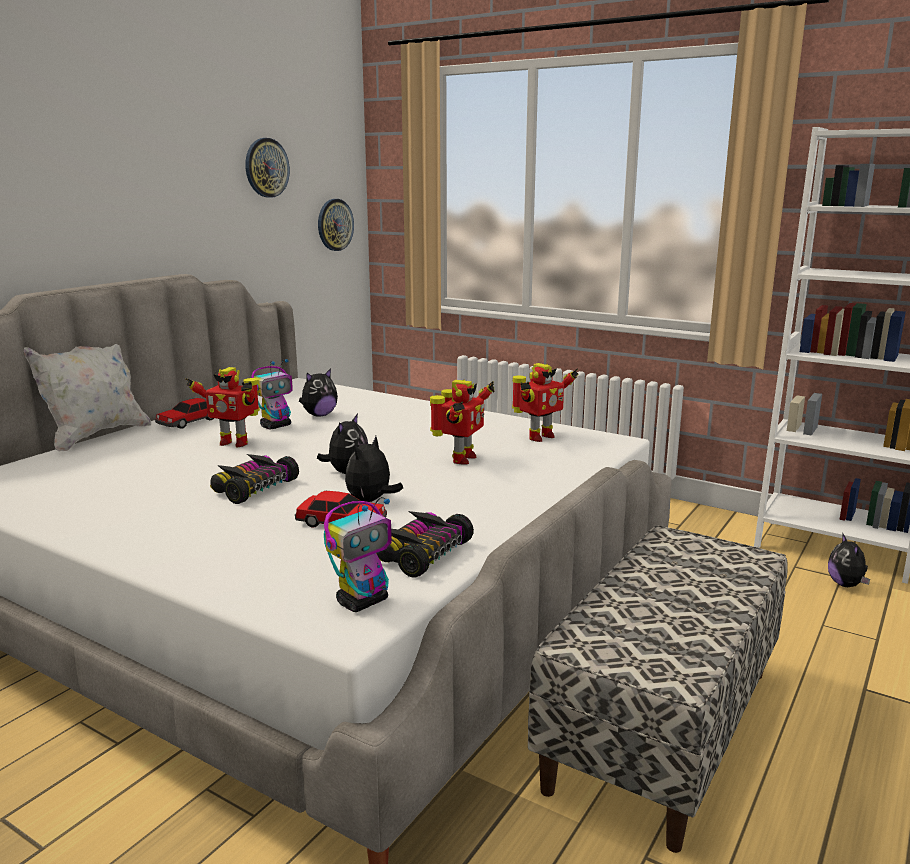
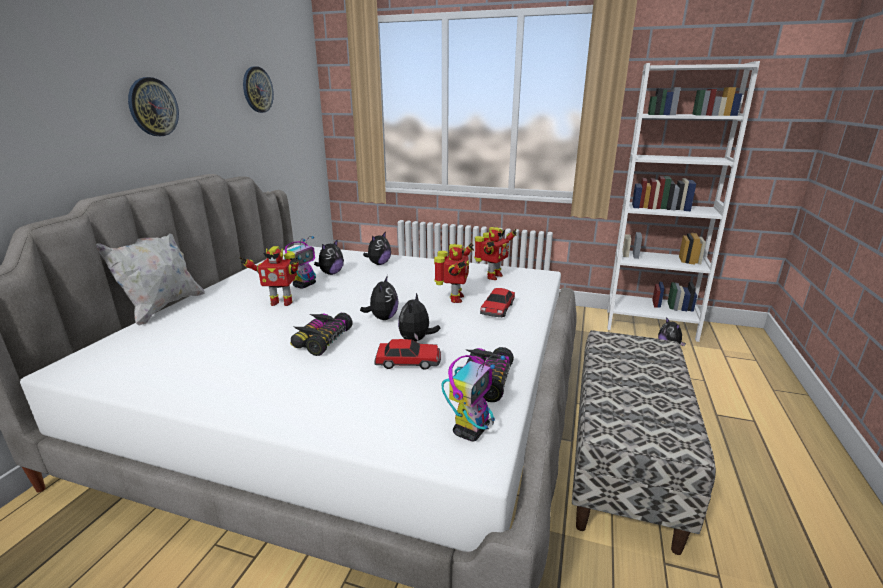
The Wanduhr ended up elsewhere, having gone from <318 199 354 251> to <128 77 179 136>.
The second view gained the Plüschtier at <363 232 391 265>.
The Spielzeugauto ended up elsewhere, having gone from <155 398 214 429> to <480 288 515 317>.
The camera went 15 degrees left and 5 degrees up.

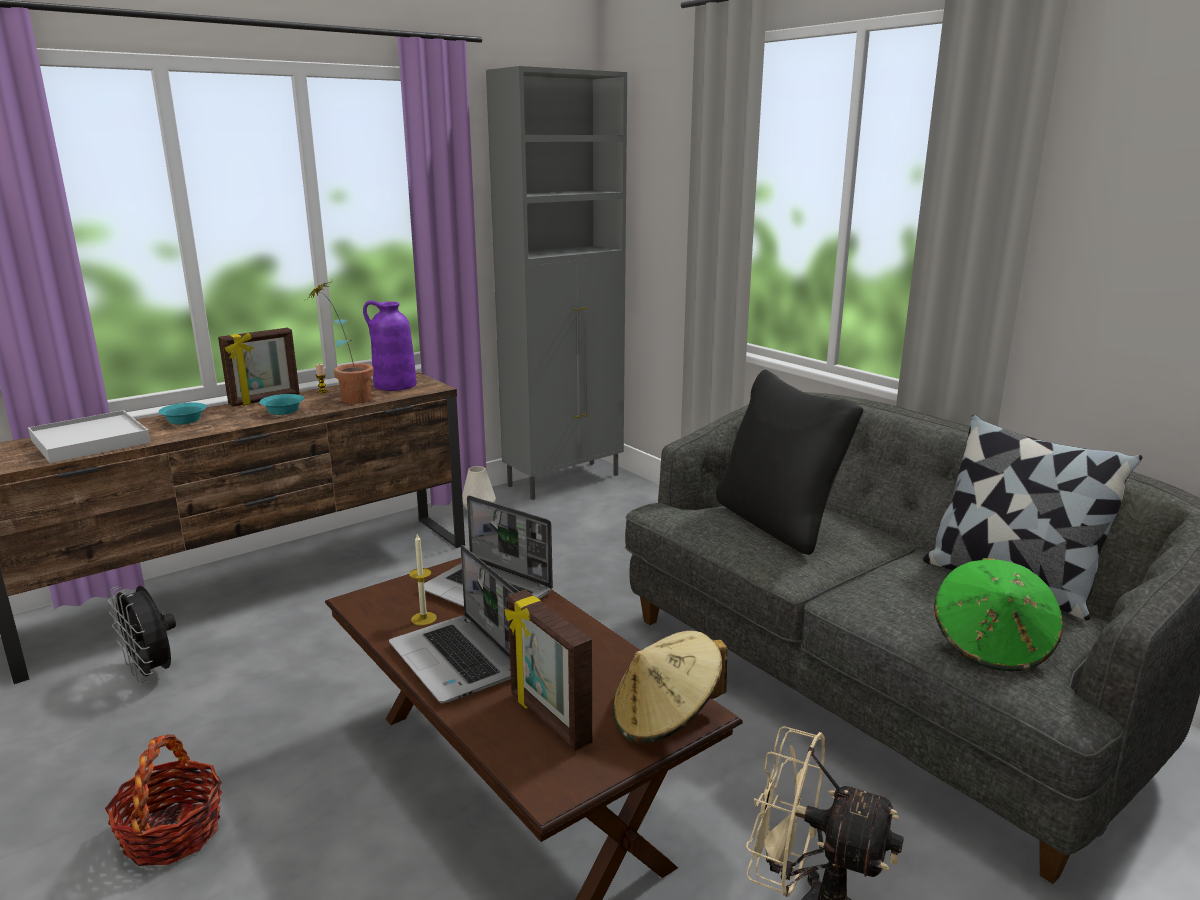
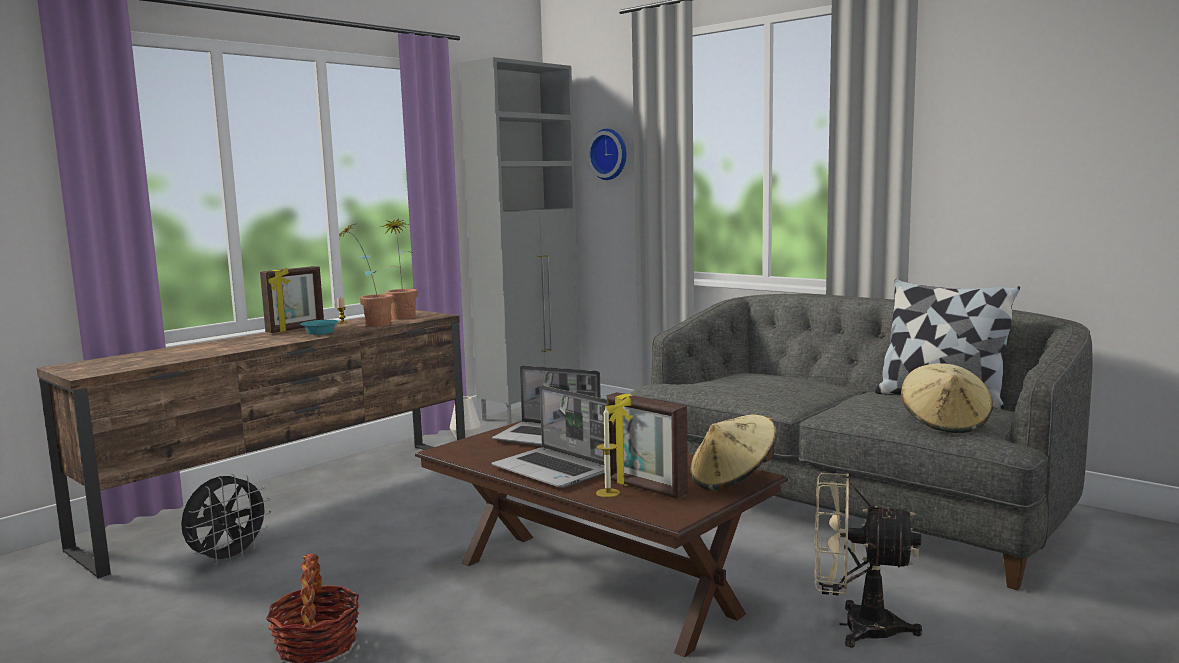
The Ventilator (schwarz) at <108 586 176 684> ended up facing another way, 90 degrees counterclockwise from before.
Where the Vase (lila) stood at <363 300 416 391>, the Topfpflanze came to stand at <380 218 418 320>.
The second view gained the Wanduhr at <587 129 626 180>.
The Kerze ended up elsewhere, having gone from <409 534 437 626> to <596 407 620 497>.
What was the Hut (grün) at <934 558 1063 671> turned into the Hut (beige) at <901 363 993 433>.
The second view lost the Tablett (weiß) at <28 410 151 463>.
The second view lost the Schüssel (türkis) at <158 402 207 424>.
The second view lost the Kissen (schwarz) at <716 370 863 555>.
The camera went 10 degrees left and 10 degrees down.

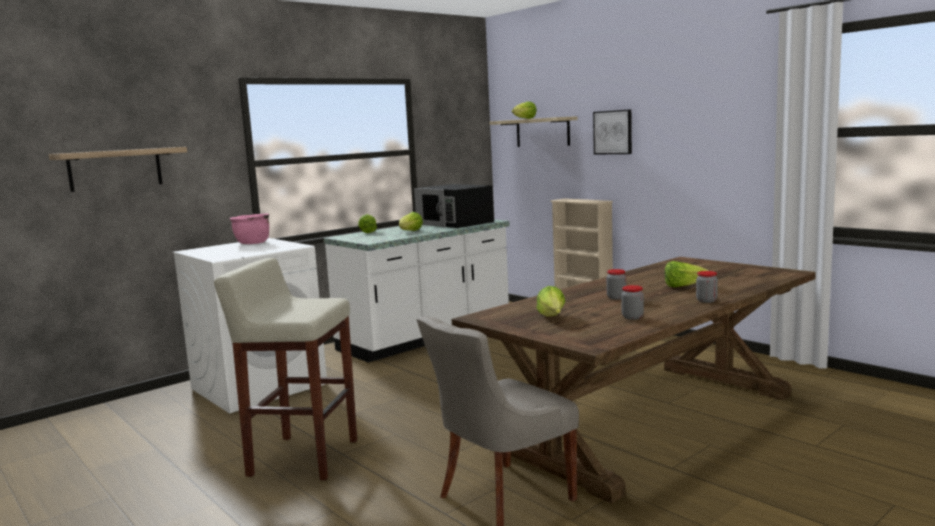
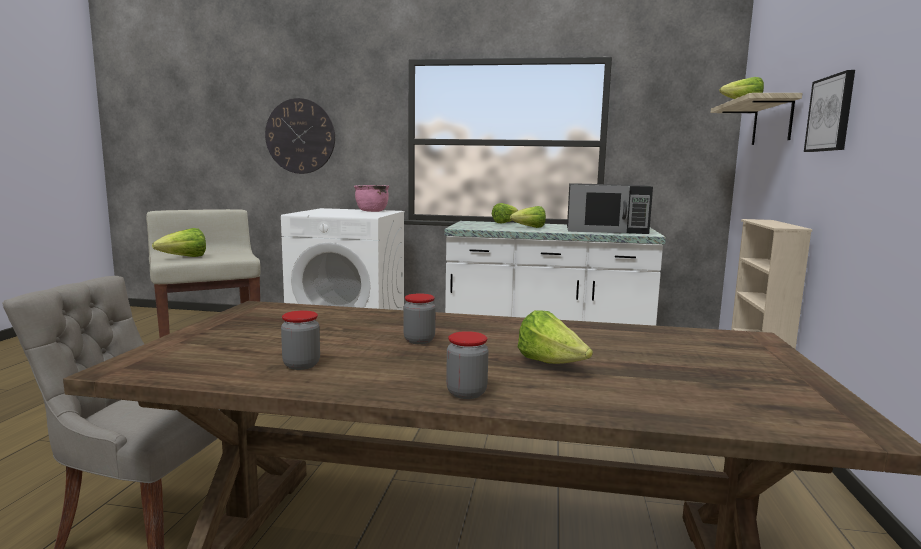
The Salatkopf ended up elsewhere, having gone from <536 286 565 317> to <152 228 206 257>.
Where the Wandregal hung at <49 147 187 192>, the Wanduhr came to hang at <265 98 335 174>.
The Mikrowelle (schwarz) at <414 184 494 228> ended up facing another way, 90 degrees counterclockwise from before.
The camera went 50 degrees right and 0 degrees up.

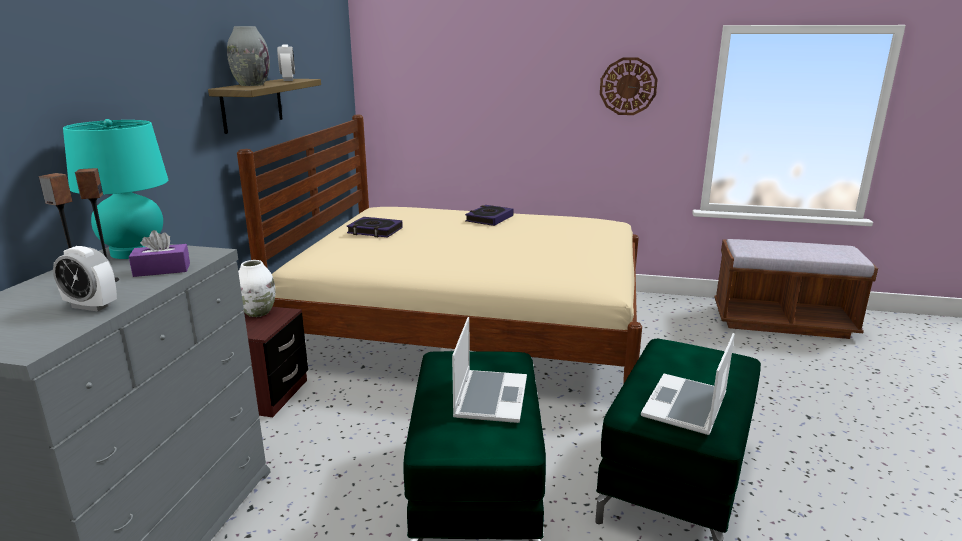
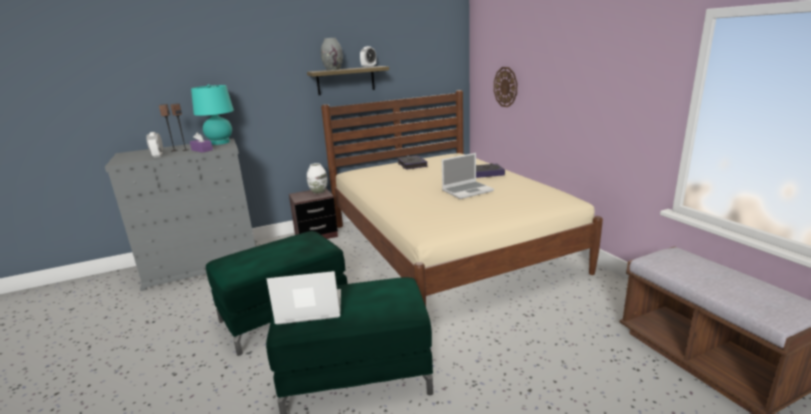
The Laptop ended up elsewhere, having gone from <452 317 527 423> to <442 153 494 199>.
The Wanduhr ended up elsewhere, having gone from <600 57 658 115> to <494 67 517 107>.
The camera went 55 degrees right and 0 degrees up.

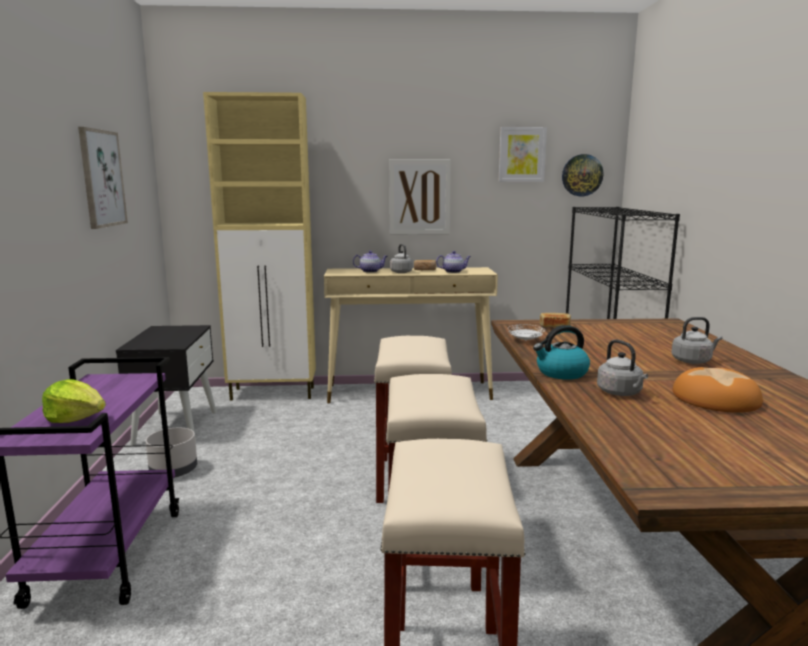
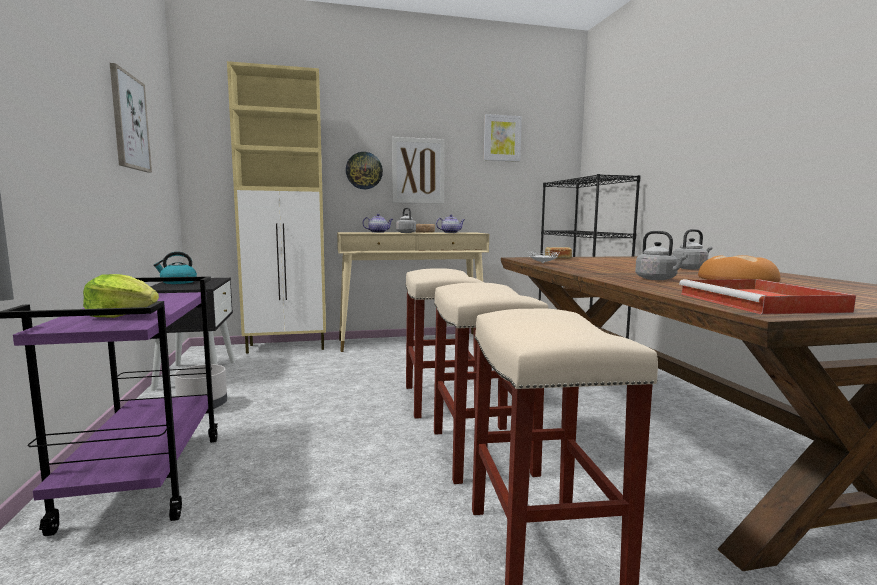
The Wasserkessel ended up elsewhere, having gone from <533 325 590 380> to <153 251 197 284>.
The Wanduhr ended up elsewhere, having gone from <562 154 603 196> to <346 152 383 189>.
The second view gained the Tablett (rot) at <679 279 856 314>.
The camera went 10 degrees left and 5 degrees down.

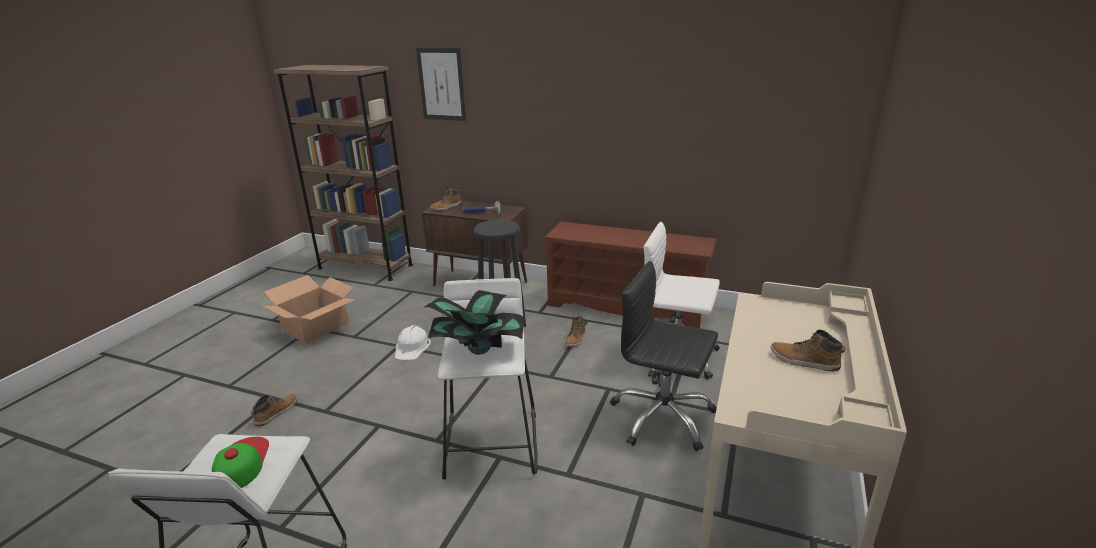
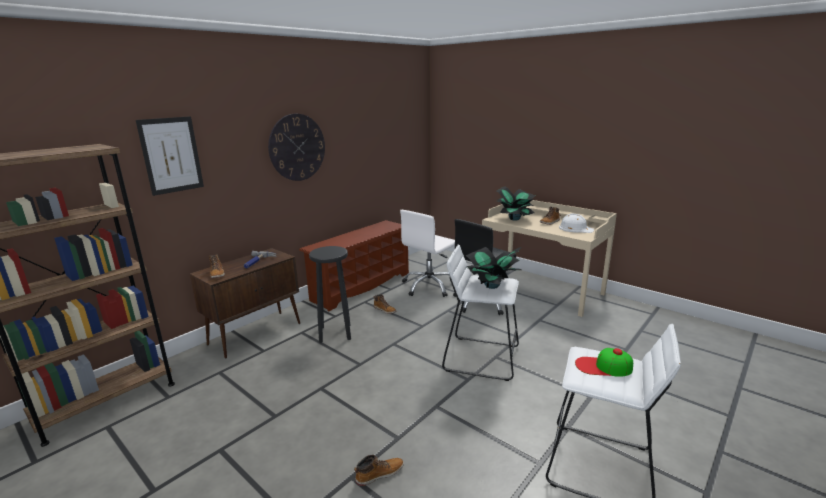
The second view gained the Wanduhr at <268 114 325 181>.
The Stiefel at <251 394 298 427> ended up facing another way, 105 degrees clockwise from before.
The second view gained the Topfpflanze at <496 186 536 221>.
The Schutzhelm (weiß) ended up elsewhere, having gone from <395 325 431 360> to <559 213 594 233>.
The second view lost the Karton at <262 275 356 344>.
The camera went 70 degrees left and 5 degrees down.

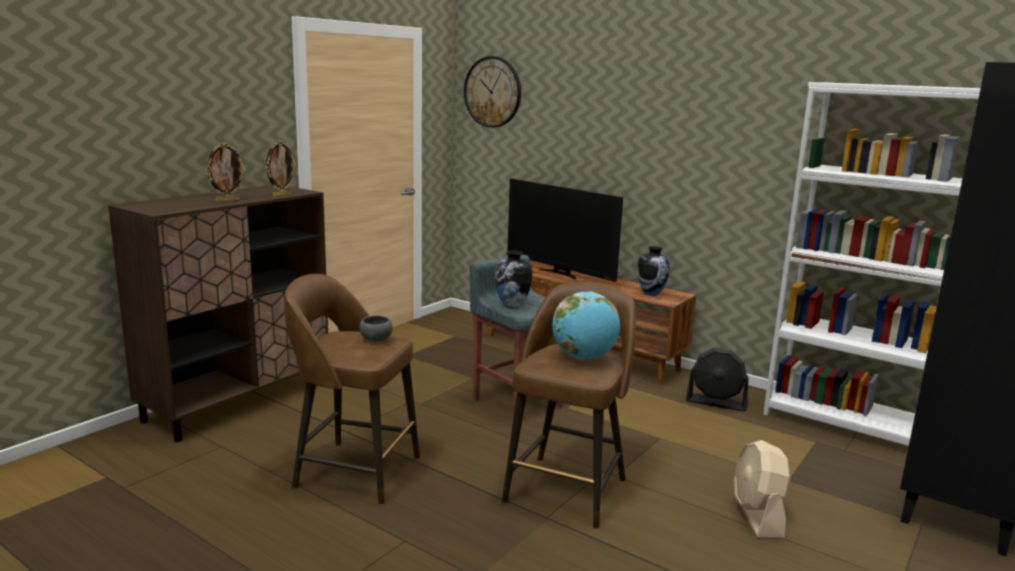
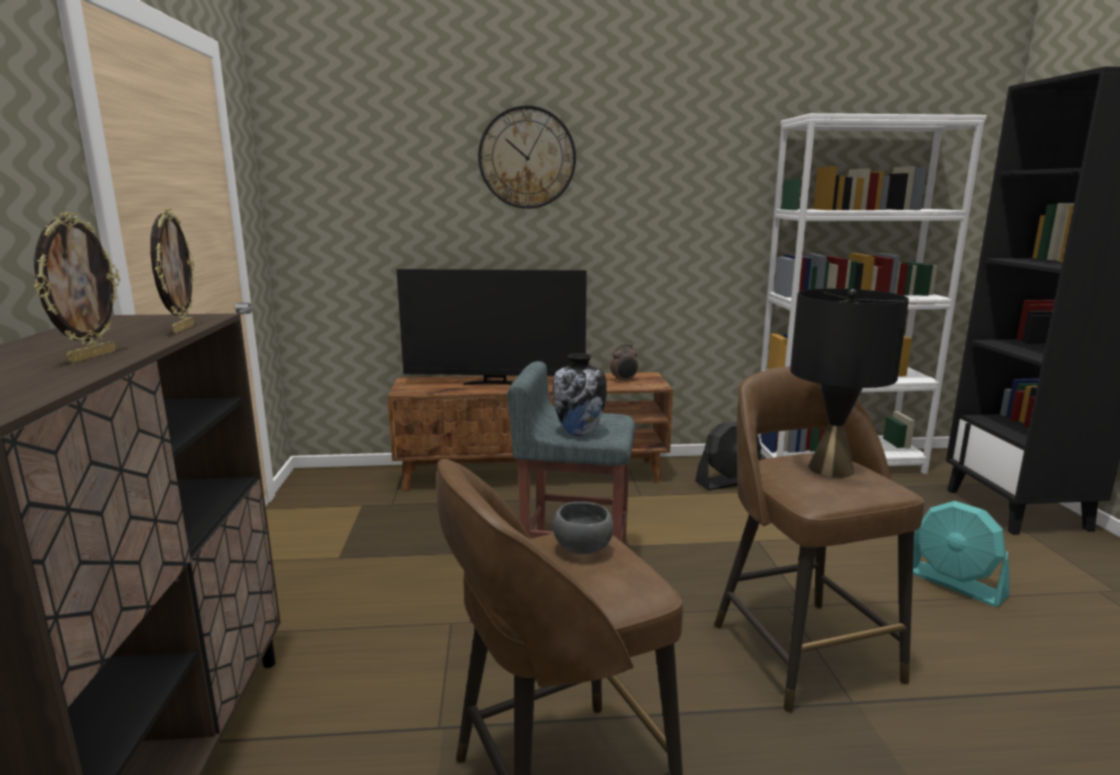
The Wanduhr ended up elsewhere, having gone from <464 56 521 128> to <478 105 576 209>.
Where the Vase stood at <637 246 670 296>, the Wecker came to stand at <610 344 638 382>.
Where the Globus stood at <552 292 620 360>, the Tischlampe (schwarz) came to stand at <790 288 909 478>.
What was the Ventilator (beige) at <734 440 791 538> turned into the Ventilator (türkis) at <913 501 1010 607>.
The camera went 40 degrees left and 0 degrees up.

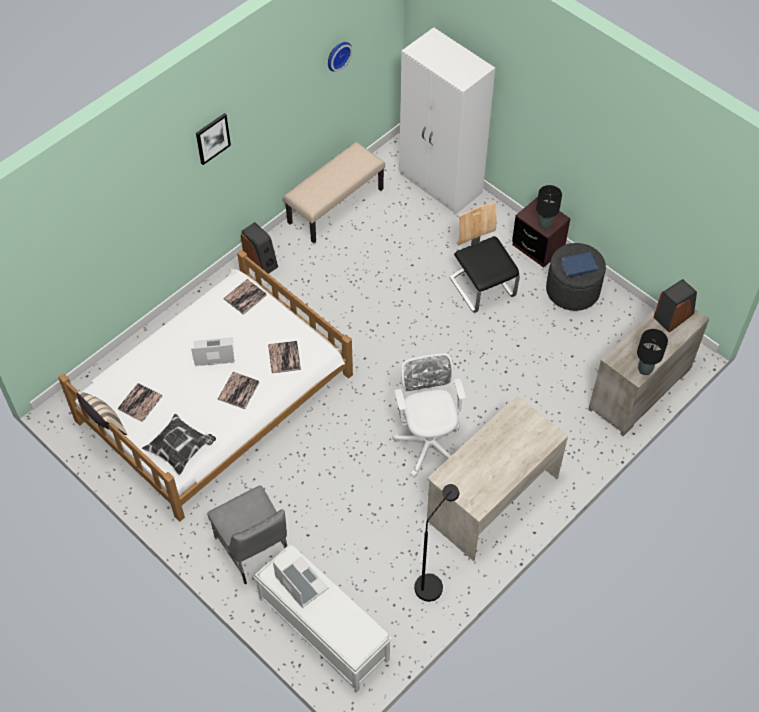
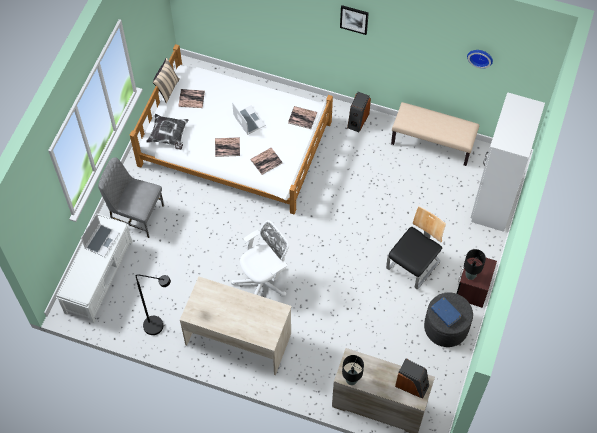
The Stuhl (grau) at <207 485 287 584> ended up facing another way, 75 degrees clockwise from before.
The camera went 65 degrees right and 5 degrees up.

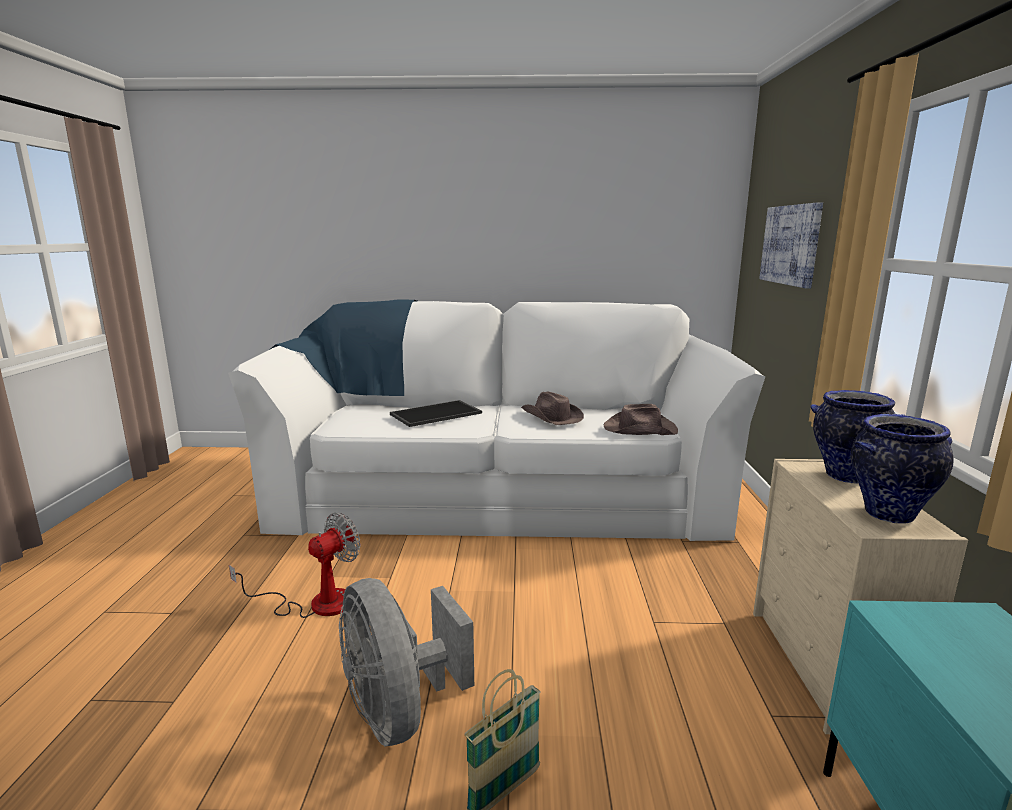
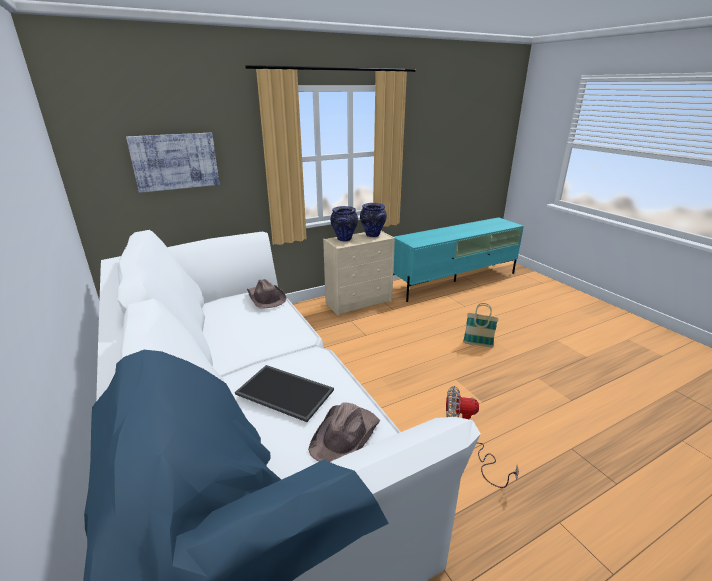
The Hut (braun) ended up elsewhere, having gone from <521 392 584 425> to <308 402 380 462>.
The second view lost the Ventilator (grau) at <339 578 474 746>.
The camera went 120 degrees left and 10 degrees up.

